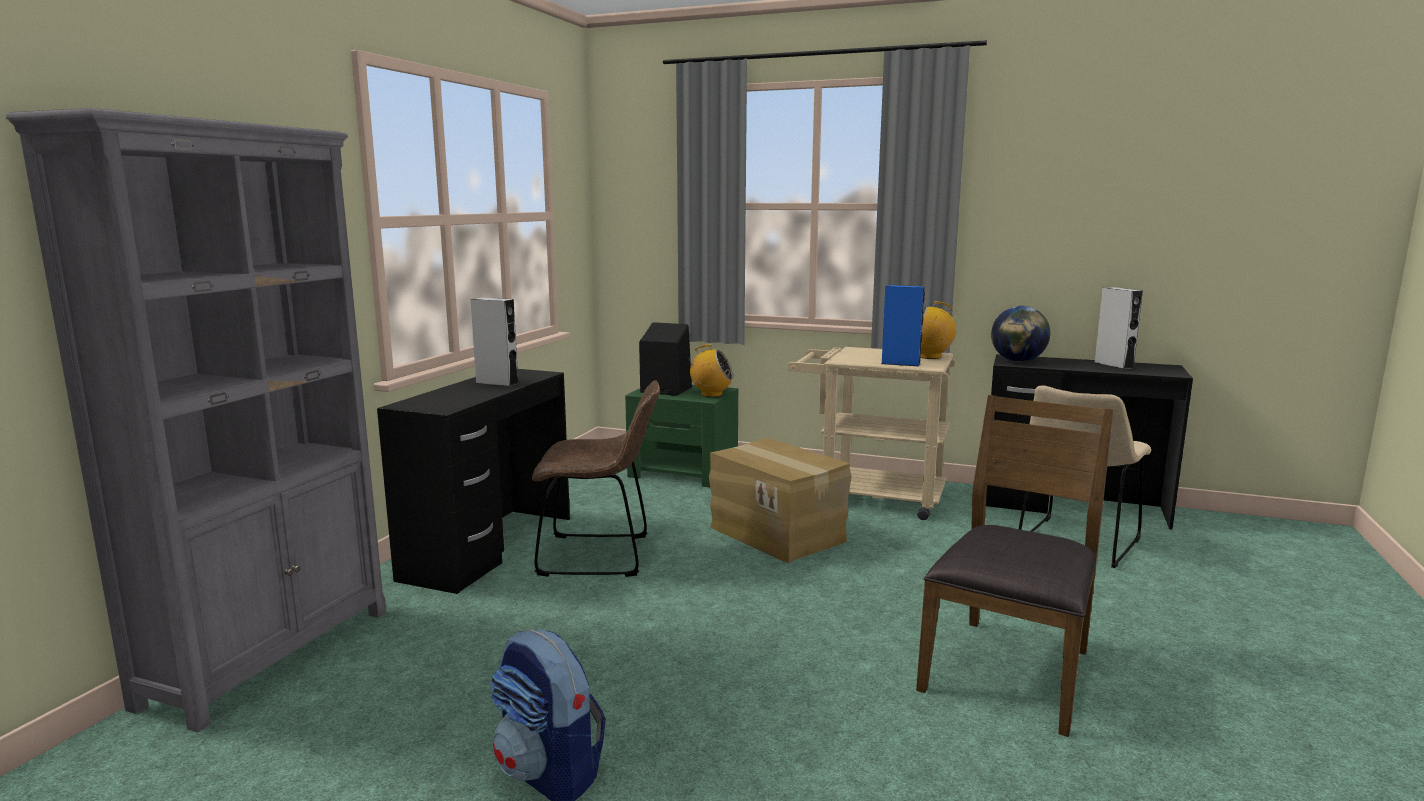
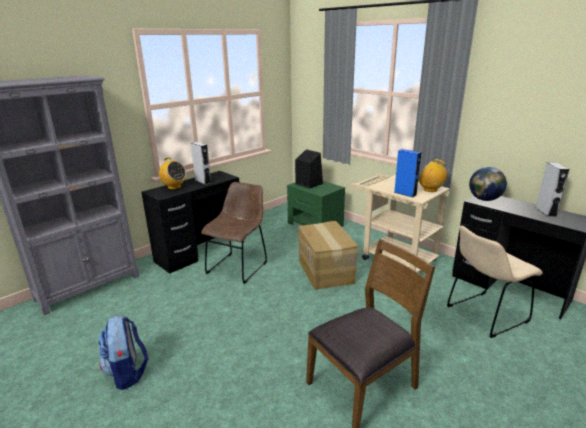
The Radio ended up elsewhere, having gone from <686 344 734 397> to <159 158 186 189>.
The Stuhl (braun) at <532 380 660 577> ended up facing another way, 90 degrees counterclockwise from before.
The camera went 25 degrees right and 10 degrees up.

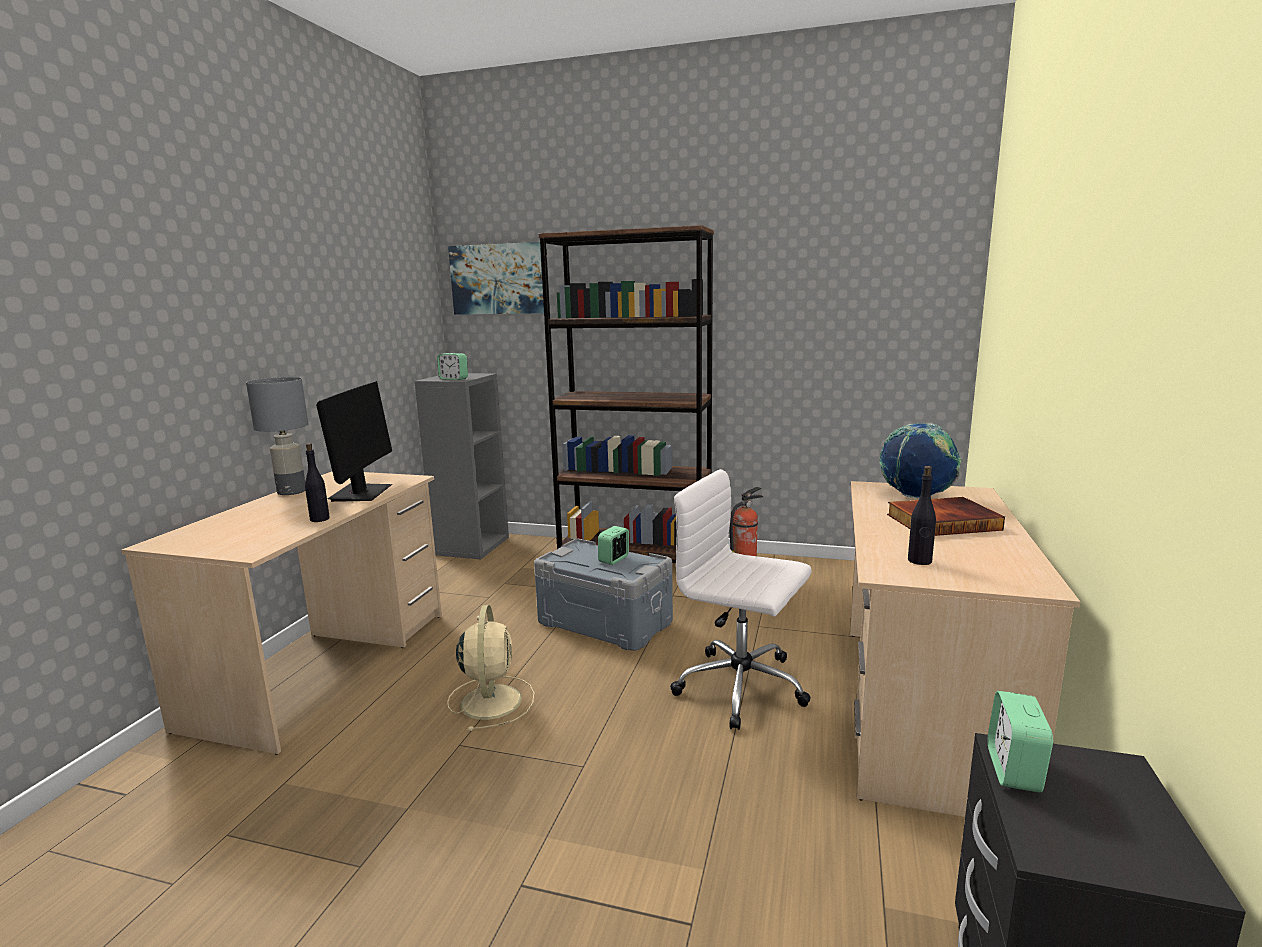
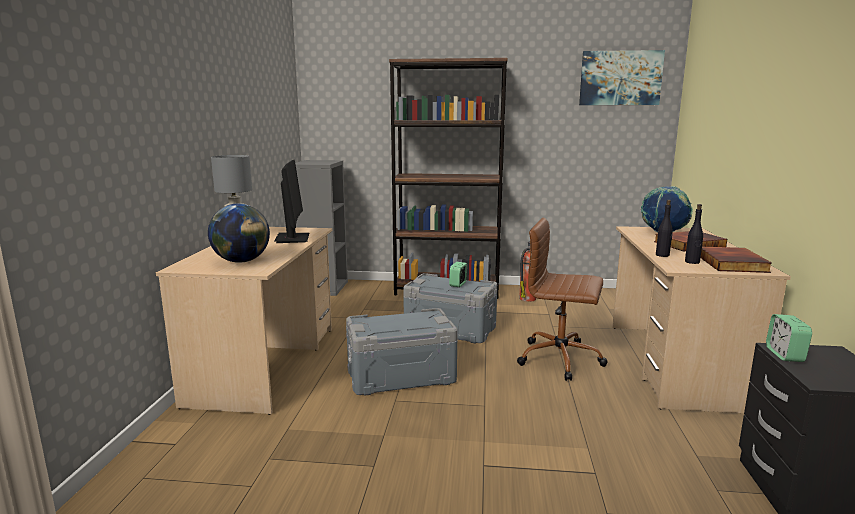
The second view gained the Globus at <208 204 270 263>.
Where the Ventilator (beige) stood at <447 605 534 731>, the Aufbewahrungsbox (grau) came to stand at <346 308 458 396>.
What was the Bürostuhl (weiß) at <670 469 812 730> turned into the Bürostuhl (braun) at <517 218 607 381>.
The Bild ended up elsewhere, having gone from <448 242 544 315> to <579 50 665 105>.
The Flasche (schwarz) ended up elsewhere, having gone from <305 443 330 522> to <656 200 672 257>.
The second view gained the Buch at <701 247 772 273>.
The second view lost the Wecker at <437 353 468 380>.
The camera went 10 degrees left and 0 degrees up.

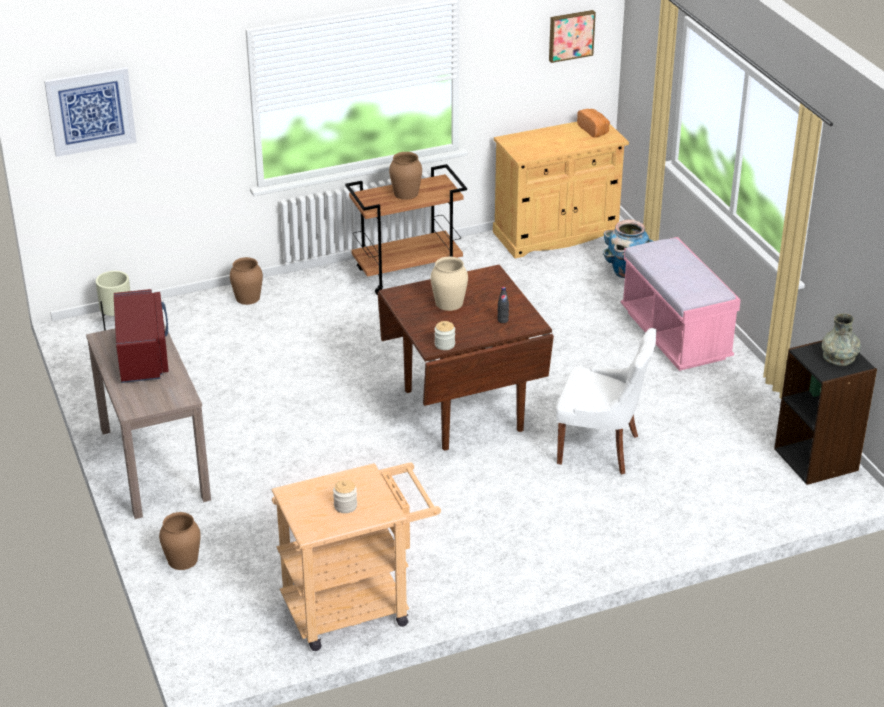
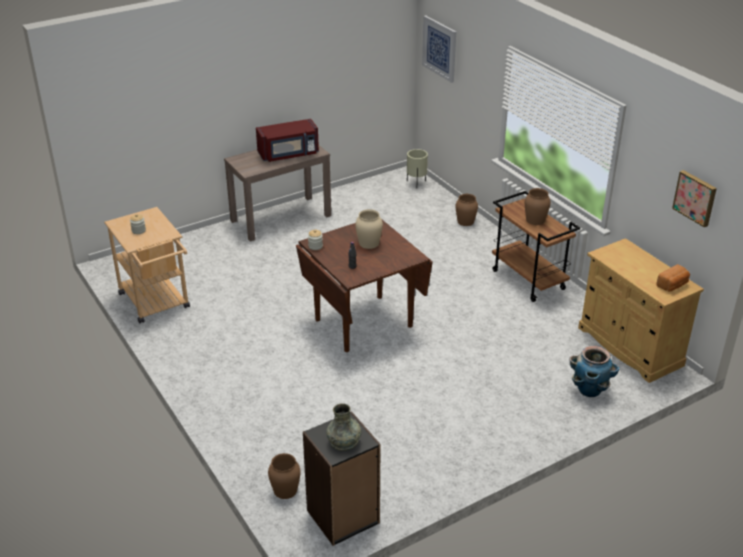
The Vase (braun) ended up elsewhere, having gone from <159 512 201 570> to <268 453 300 499>.
The second view lost the Stuhl (weiß) at <556 328 657 474>.
The second view lost the Bank (rosa) at <621 237 741 371>.
The camera went 80 degrees right and 0 degrees up.

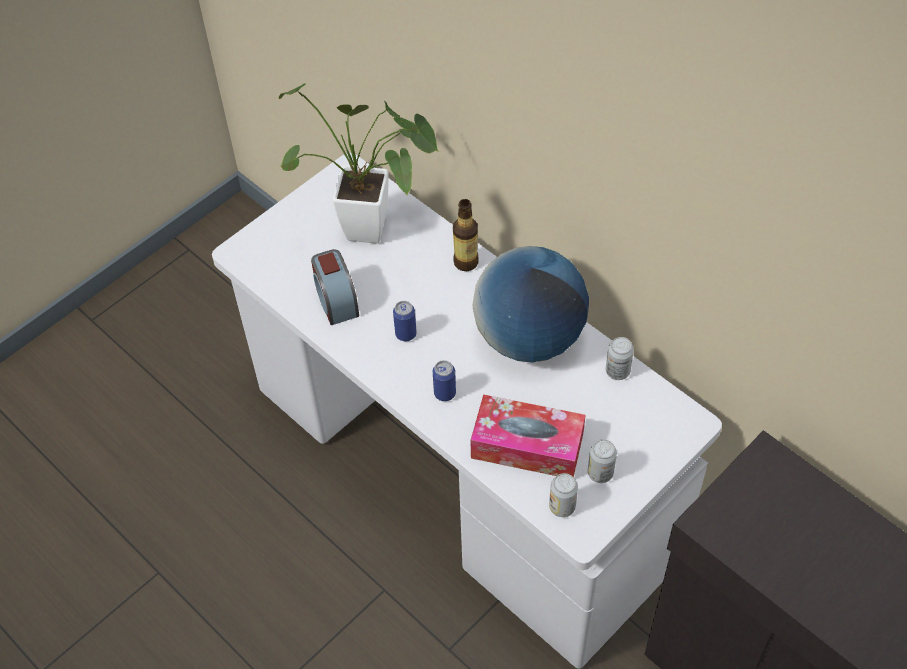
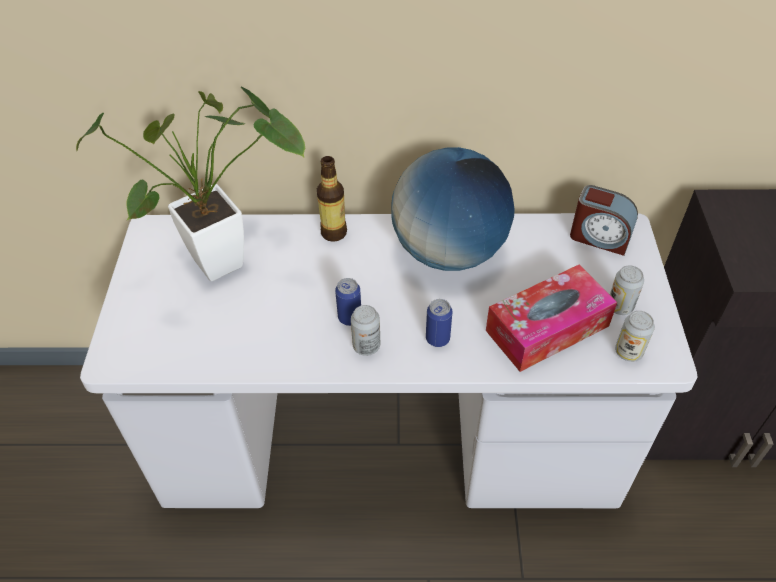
The Dose ended up elsewhere, having gone from <606 337 634 380> to <351 305 380 356>.
The Wecker ended up elsewhere, having gone from <311 249 359 325> to <570 185 638 256>.
The camera went 45 degrees left and 5 degrees down.

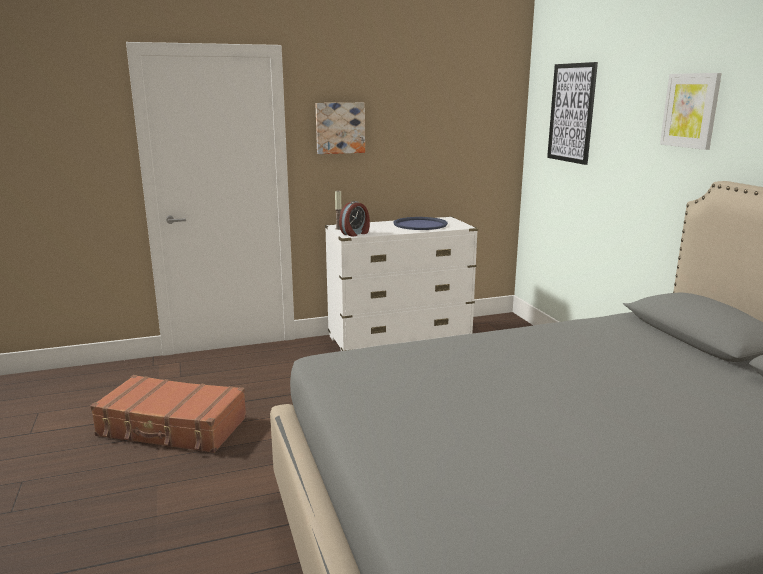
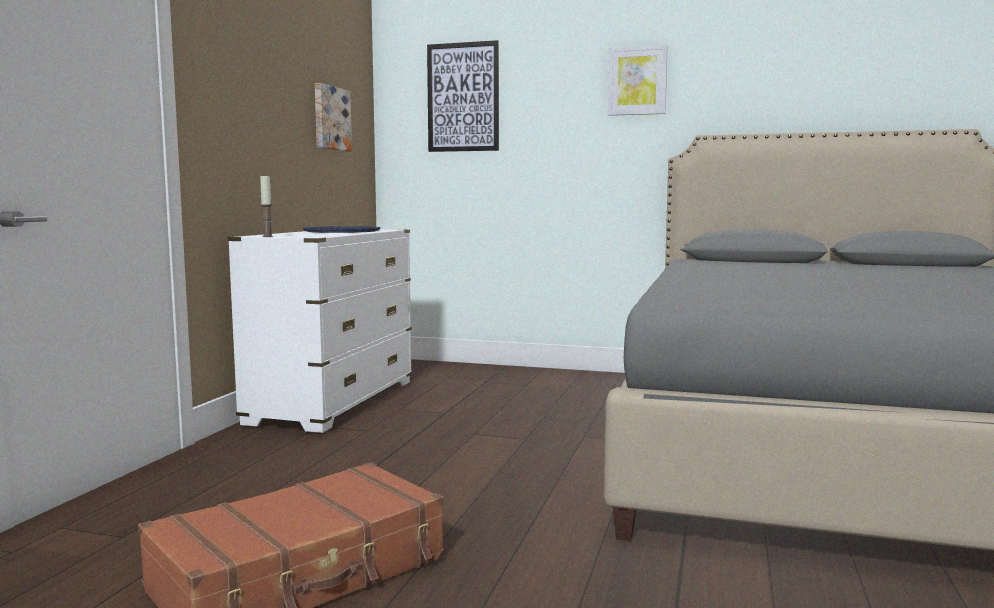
The Bild ended up elsewhere, having gone from <315 103 365 154> to <315 83 352 152>.
The second view lost the Wecker at <339 201 370 237>.
The camera went 55 degrees left and 10 degrees down.

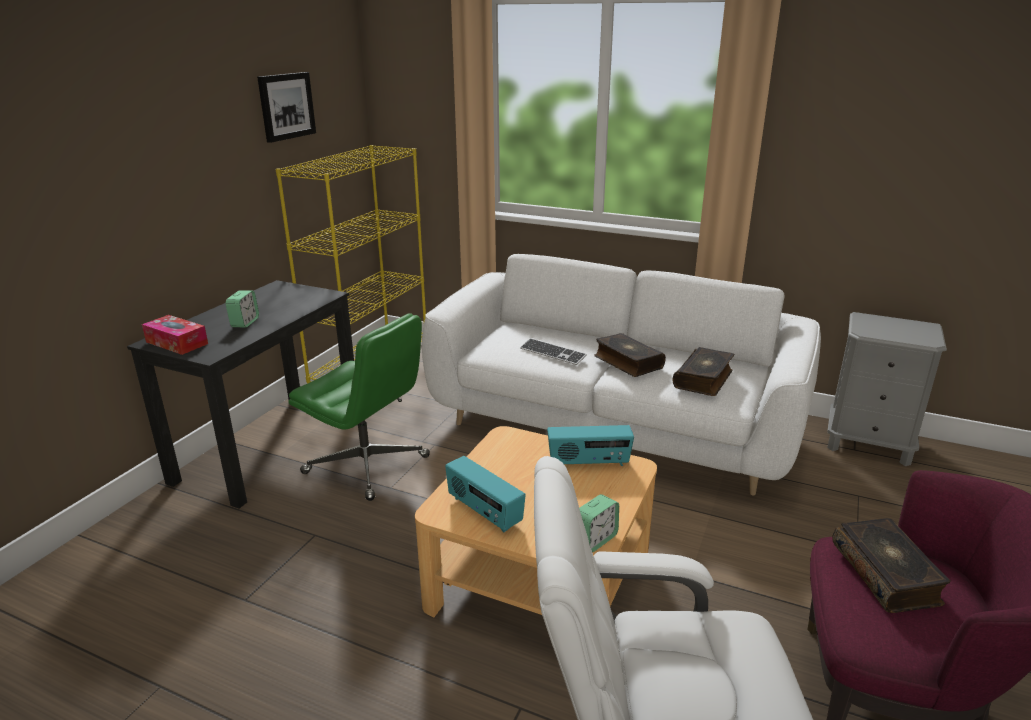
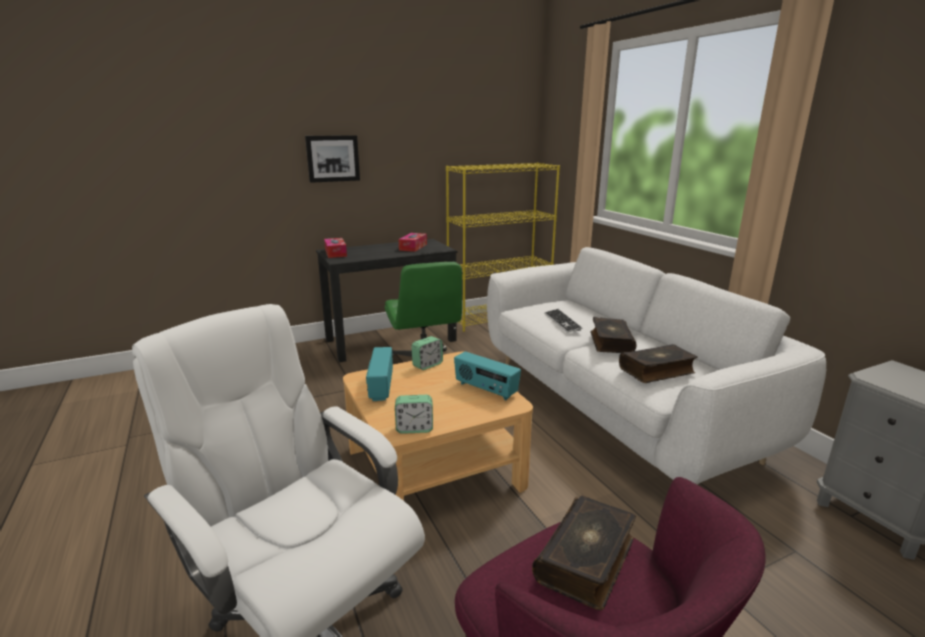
The Bild ended up elsewhere, having gone from <257 72 316 143> to <305 135 360 183>.
The second view gained the Taschentuchbox at <399 233 427 252>.
The Wecker ended up elsewhere, having gone from <226 290 259 328> to <412 336 443 370>.
The camera went 40 degrees right and 5 degrees down.

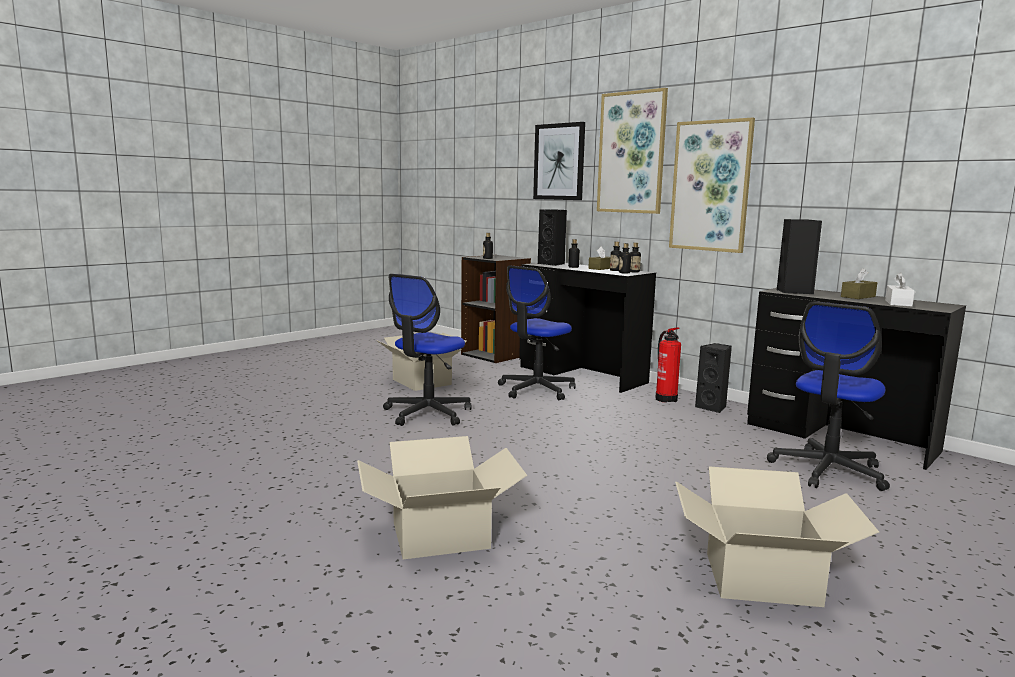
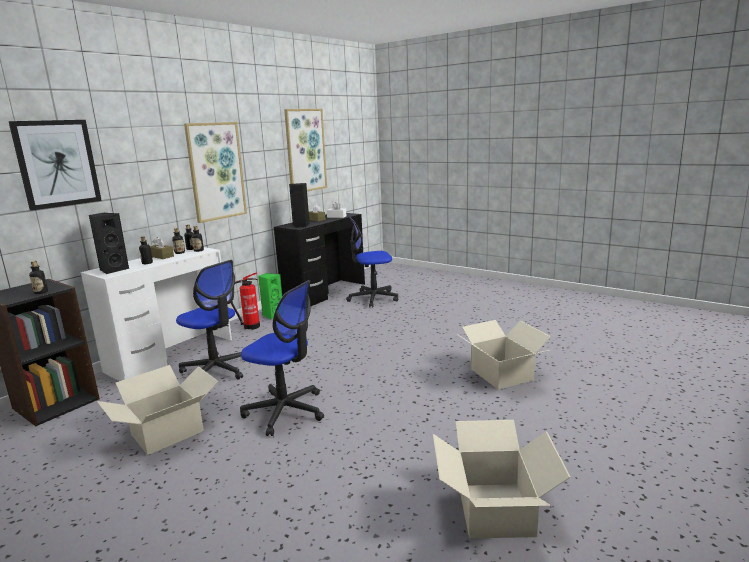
What was the Schreibtisch (schwarz) at <519 263 656 393> turned into the Schreibtisch (weiß) at <81 247 232 381>.
What was the Lautsprecher (schwarz) at <695 343 732 413> turned into the Lautsprecher (grün) at <258 273 282 320>.
The Bild ended up elsewhere, having gone from <597 88 668 214> to <284 109 327 191>.
The Bürostuhl at <767 301 890 491> ended up facing another way, 135 degrees clockwise from before.
The Karton ended up elsewhere, having gone from <675 466 879 607> to <433 420 571 538>.
The camera went 95 degrees left and 5 degrees up.

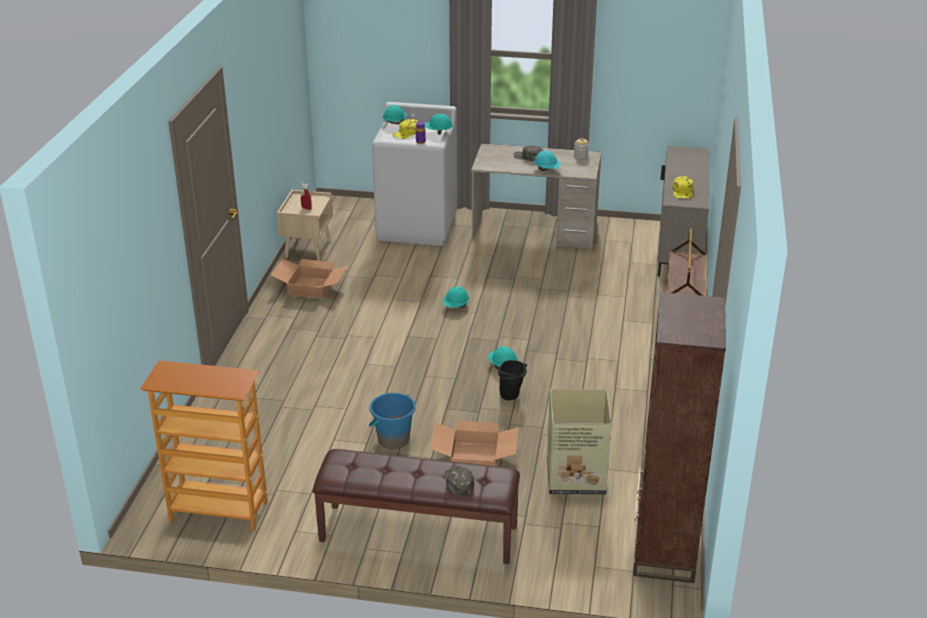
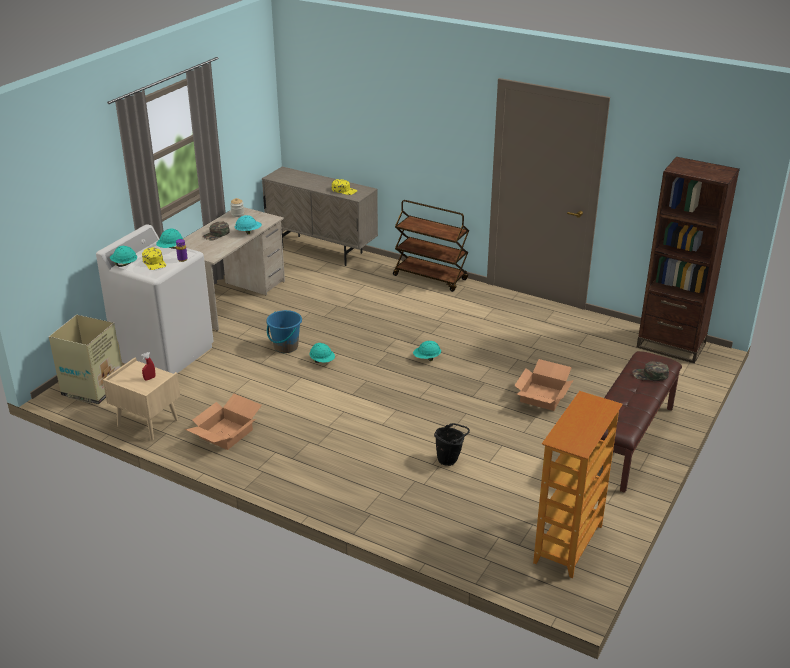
The Karton ended up elsewhere, having gone from <547 389 612 495> to <49 315 122 404>.
The Eimer (blau) ended up elsewhere, having gone from <369 393 416 449> to <266 310 302 353>.
The Eimer (schwarz) ended up elsewhere, having gone from <498 360 527 400> to <434 423 470 466>.
The camera went 70 degrees left and 0 degrees up.

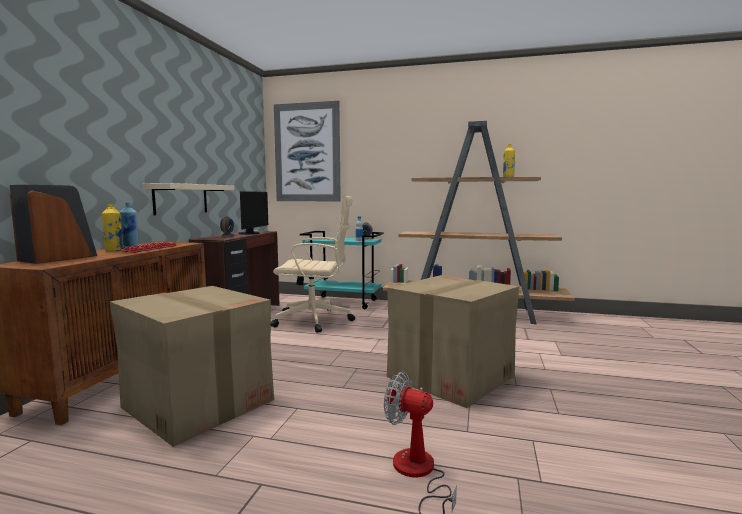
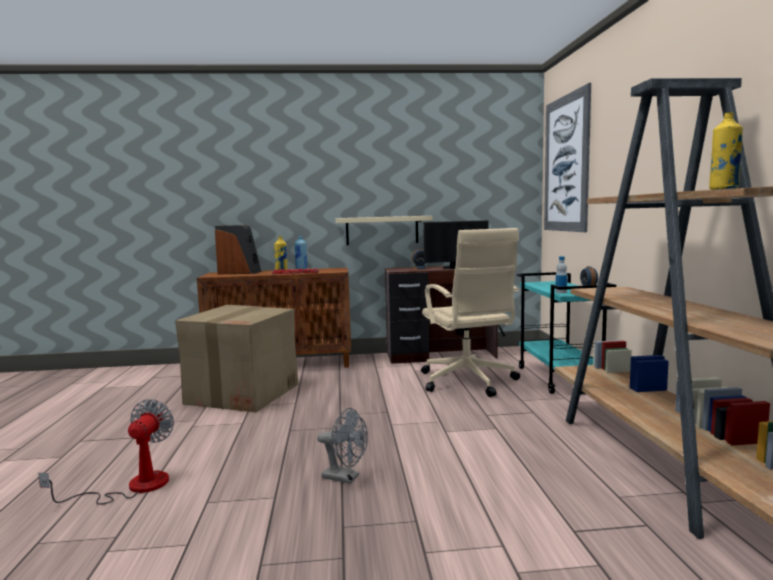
Where the Karton stood at <387 275 519 408>, the Ventilator (grau) came to stand at <317 408 368 484>.
The camera went 70 degrees right and 0 degrees up.

